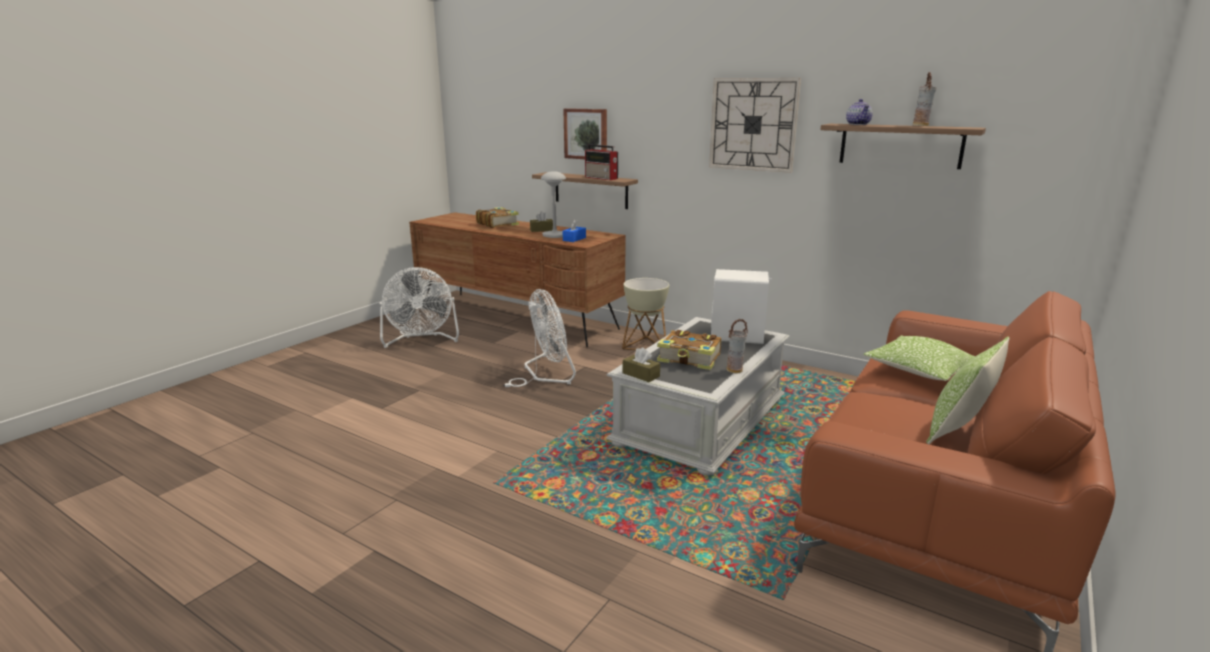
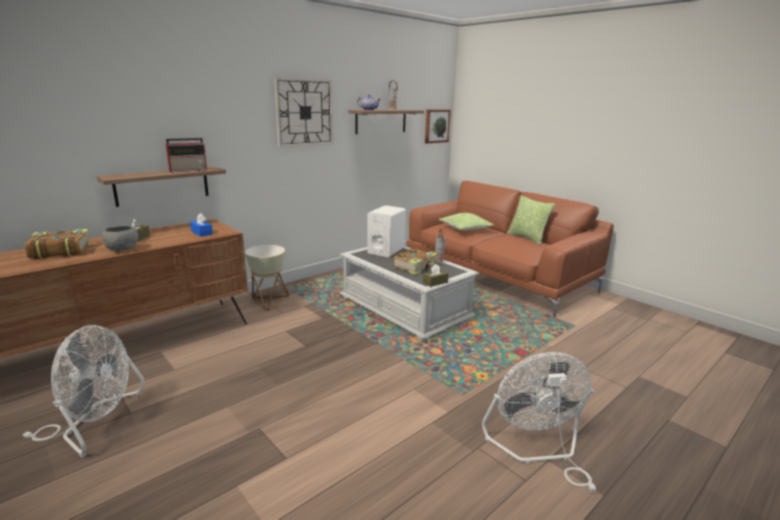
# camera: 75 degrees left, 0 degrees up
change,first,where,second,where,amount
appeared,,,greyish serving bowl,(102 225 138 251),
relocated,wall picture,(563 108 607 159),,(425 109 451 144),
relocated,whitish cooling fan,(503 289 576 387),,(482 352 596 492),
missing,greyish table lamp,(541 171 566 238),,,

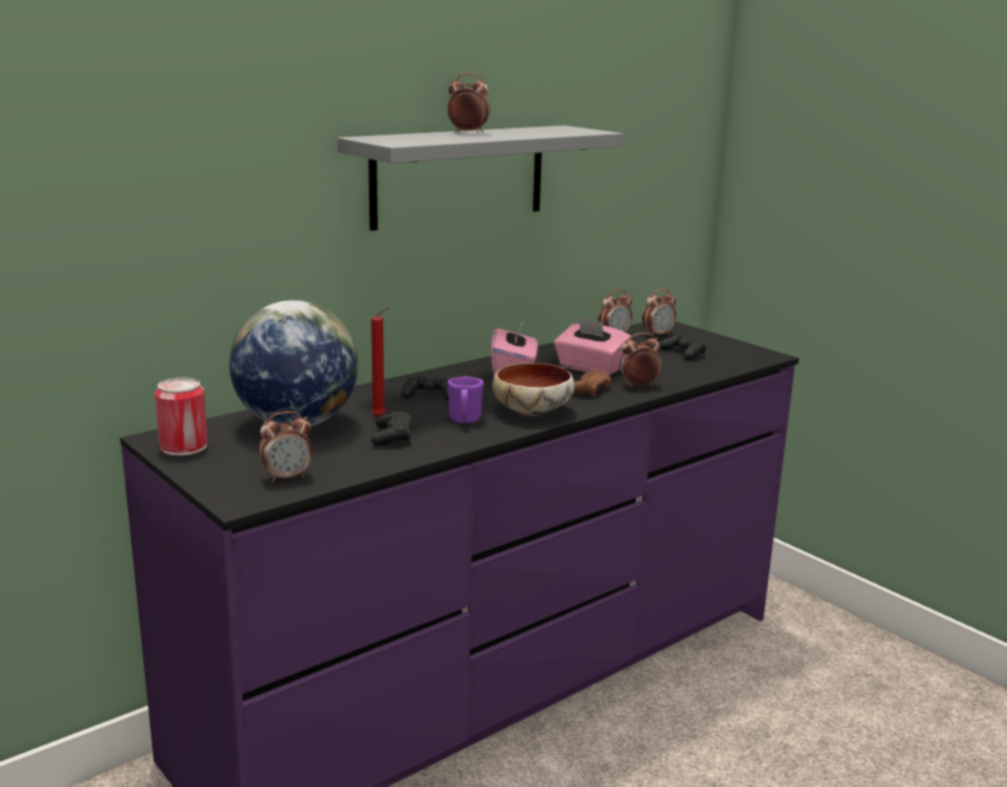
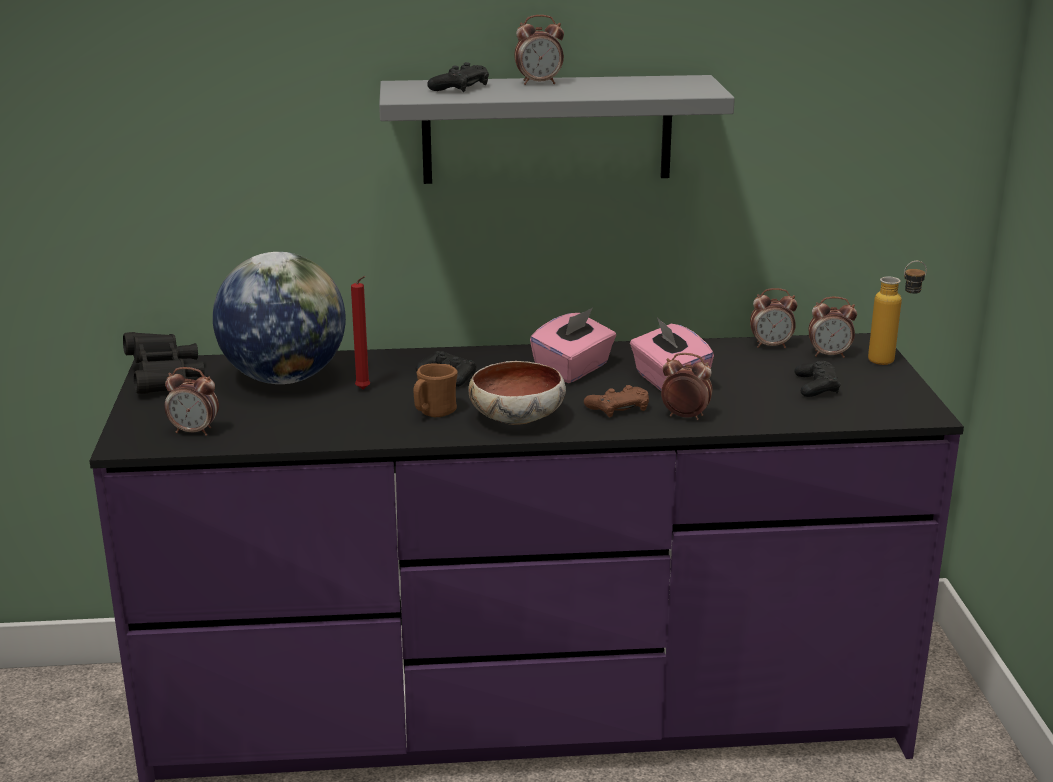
# camera: 35 degrees right, 5 degrees up
change,first,where,second,where,amount
exchanged,sealed can,(154 378 208 456),black-coloured pair of binoculars,(123 332 205 394),
colour,purple-coloured mug,(447 376 484 423),brown mug,(414 364 458 417),
relocated,black-coloured joypad,(371 412 413 446),,(427 62 489 92),
spun,alarm clock,(448 73 490 133),,(514 15 564 85),120 degrees clockwise
appeared,,,drink bottle,(868 261 927 365),

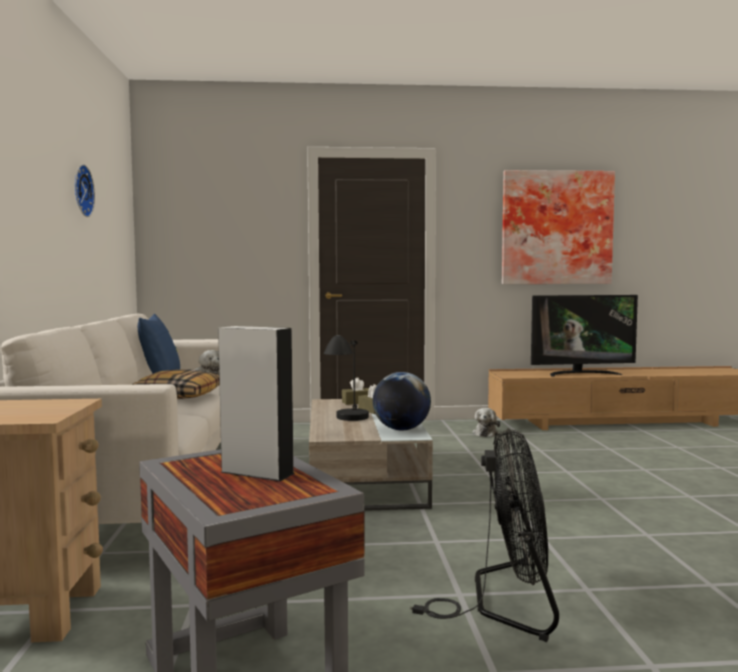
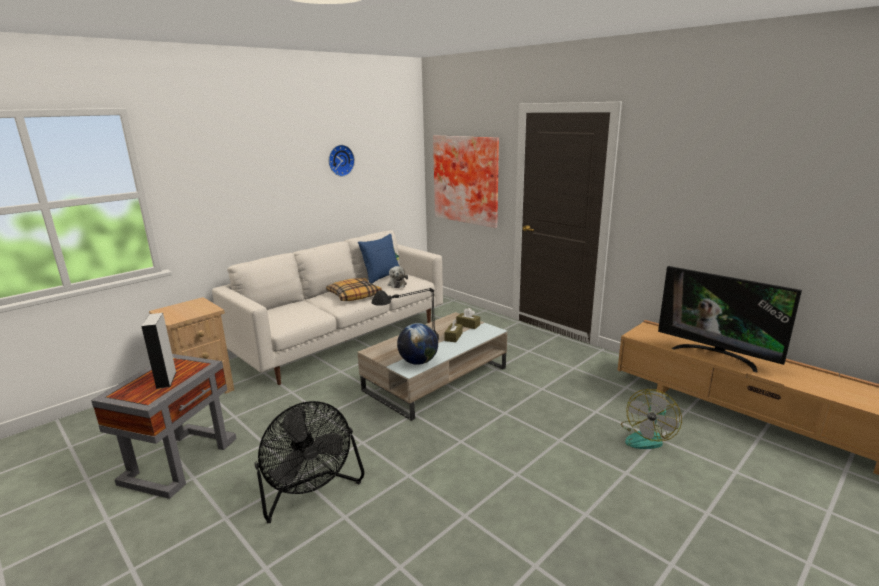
# camera: 50 degrees right, 15 degrees up
change,first,where,second,where,amount
relocated,wall picture,(502 170 615 284),,(433 135 499 228),
appeared,,,cooling fan,(621 389 682 449),
missing,plush toy,(472 408 500 437),,,

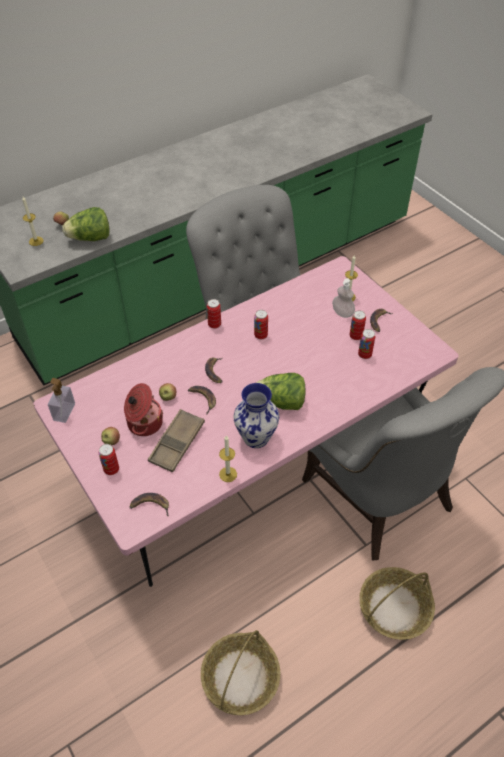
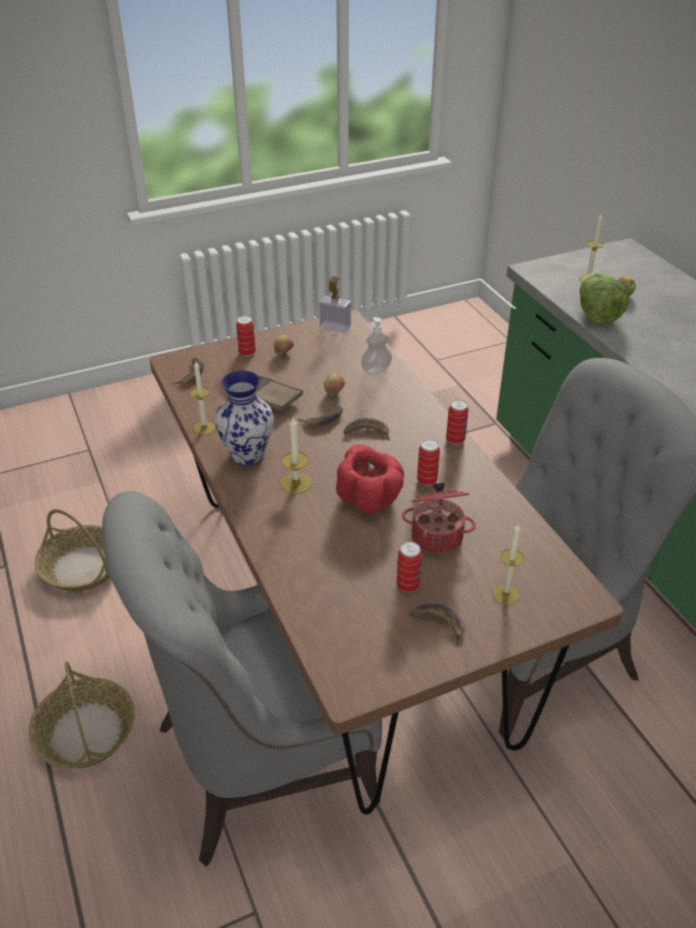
# camera: 100 degrees right, 10 degrees down
change,first,where,second,where,amount
colour,pinkish kitchen table,(33 256 458 587),brown kitchen table,(150 310 623 815),
exchanged,head of lettuce,(256 373 306 410),wax light,(281 418 312 494),
appeared,,,red serving bowl,(336 444 404 514),
relocated,soap bottle,(332 278 355 318),,(361 317 392 375),
relocated,cooking pot,(124 383 163 436),,(402 483 476 554),
missing,sealed can,(358 329 375 359),,,

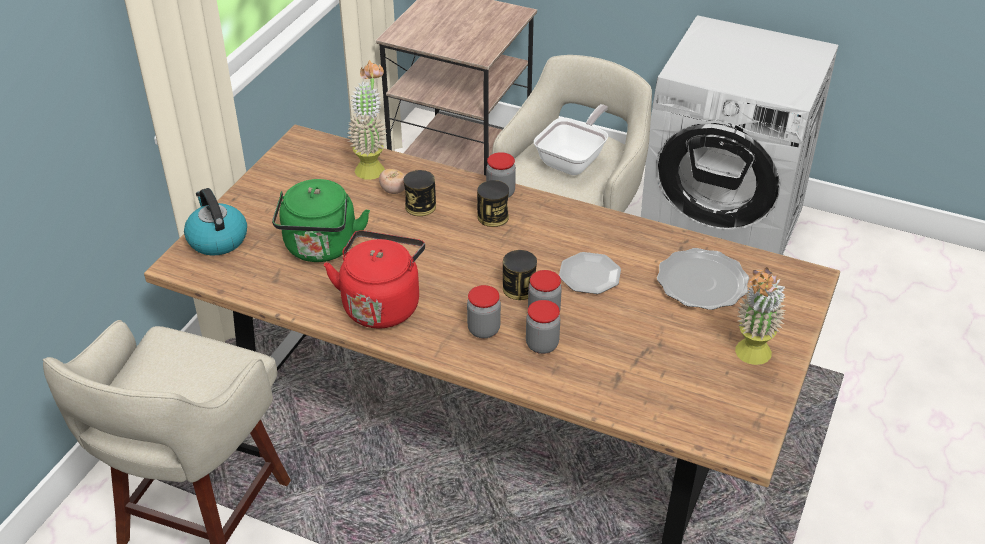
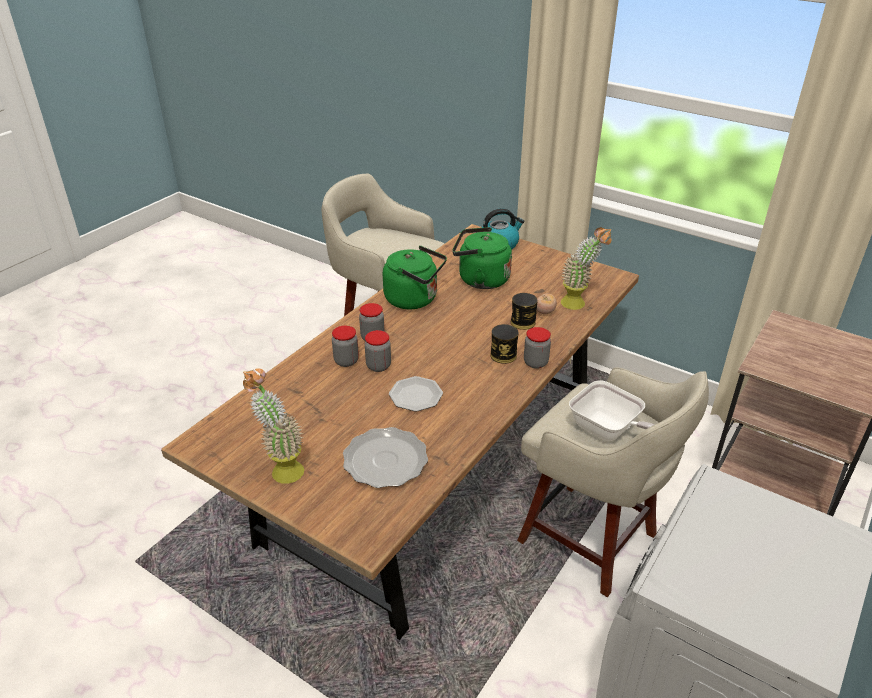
# camera: 100 degrees right, 5 degrees down
change,first,where,second,where,amount
colour,red kettle,(324 230 425 328),green kettle,(383 246 447 309),
missing,sealed can,(503 250 537 300),,,

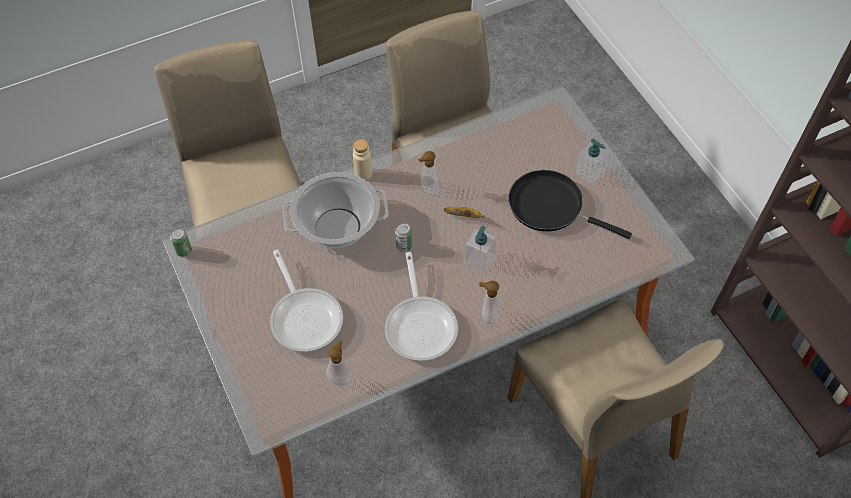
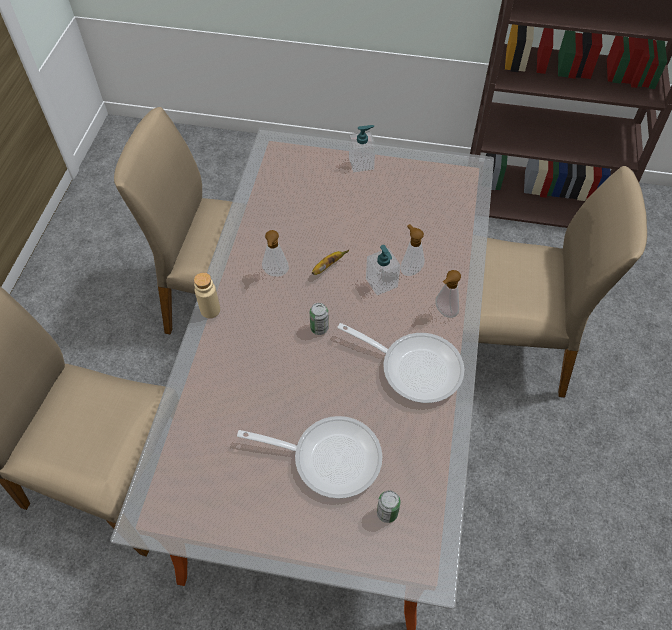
# camera: 55 degrees left, 0 degrees up
change,first,where,second,where,amount
relocated,sealed can,(170 228 192 257),,(377 491 401 523),
relocated,soap bottle,(326 340 353 386),,(400 224 425 276),
missing,cooking pot,(283 172 389 248),,,
missing,black-coloured pan,(508 170 632 239),,,

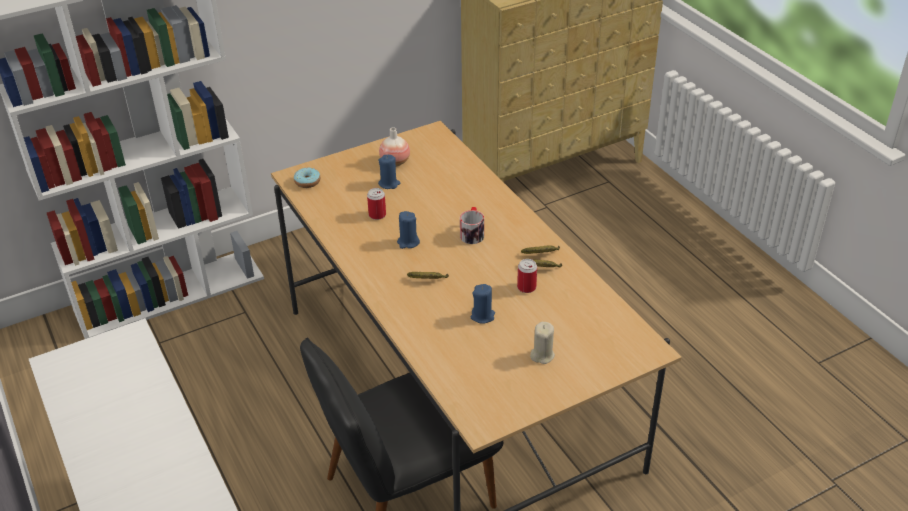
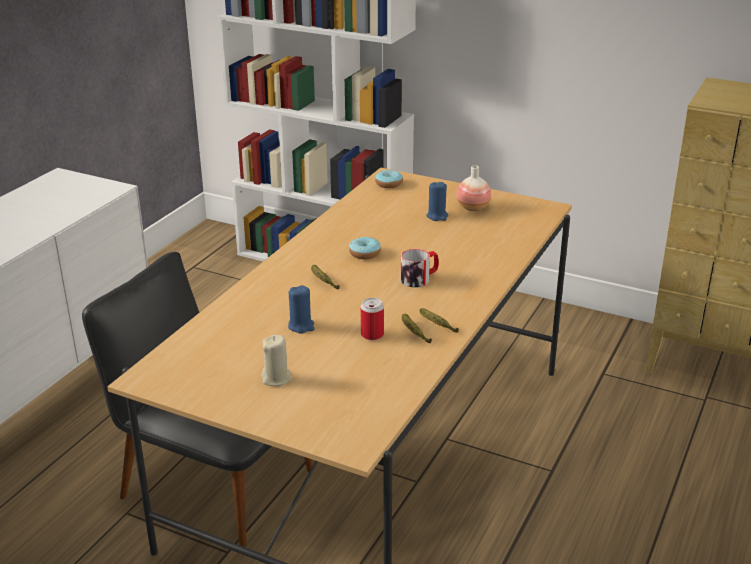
# camera: 55 degrees right, 10 degrees down
change,first,where,second,where,amount
exchanged,bluish wax light,(397 211 420 249),donut,(349 237 381 260),
missing,sealed can,(367 188 386 220),,,

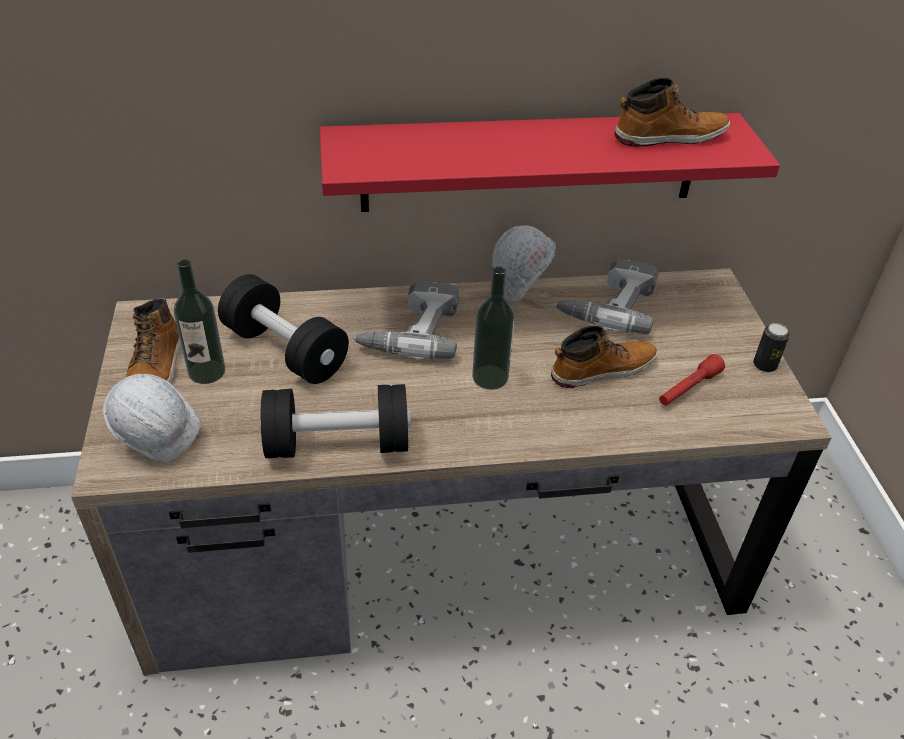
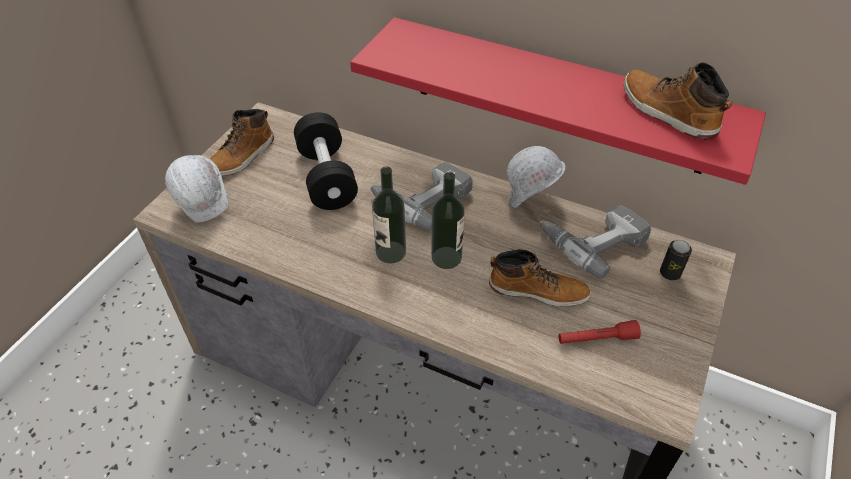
# camera: 35 degrees right, 5 degrees up
change,first,where,second,where,amount
relocated,drink bottle,(174 259 225 384),,(372 167 406 263),
spun,boot,(614 78 730 147),,(624 62 732 140),150 degrees counterclockwise
relocated,sealed can,(753 323 790 372),,(660 240 692 281),
missing,black-coloured hand weight,(260 384 410 458),,,

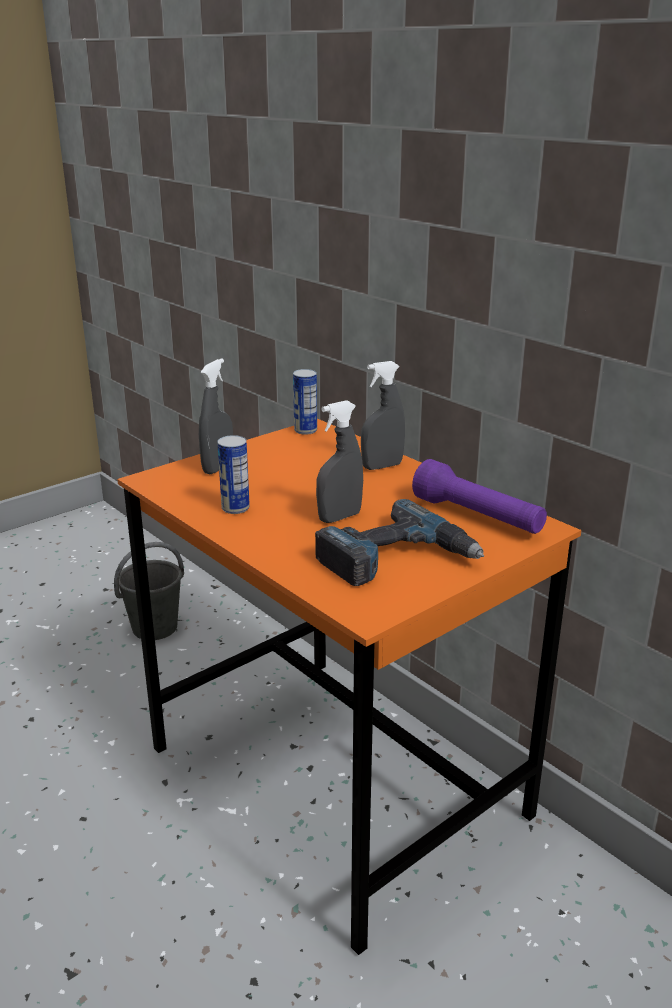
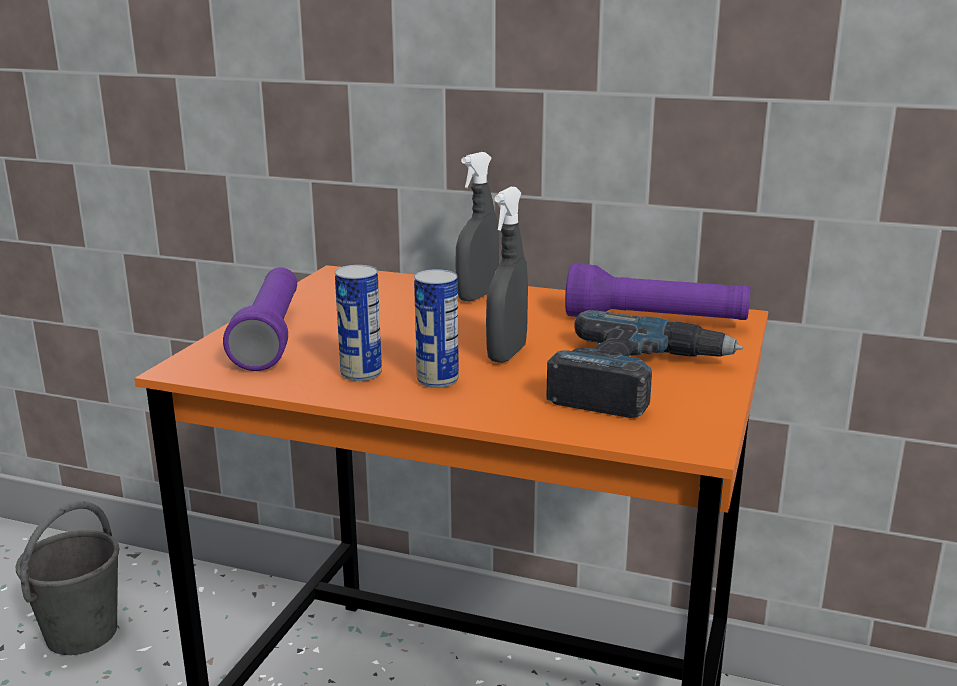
# camera: 30 degrees left, 5 degrees down
change,first,where,second,where,amount
exchanged,greyish hand sprayer,(199 358 233 474),purple-coloured torch,(223 267 297 371),
relocated,sealed can,(293 369 317 435),,(414 269 459 388),

